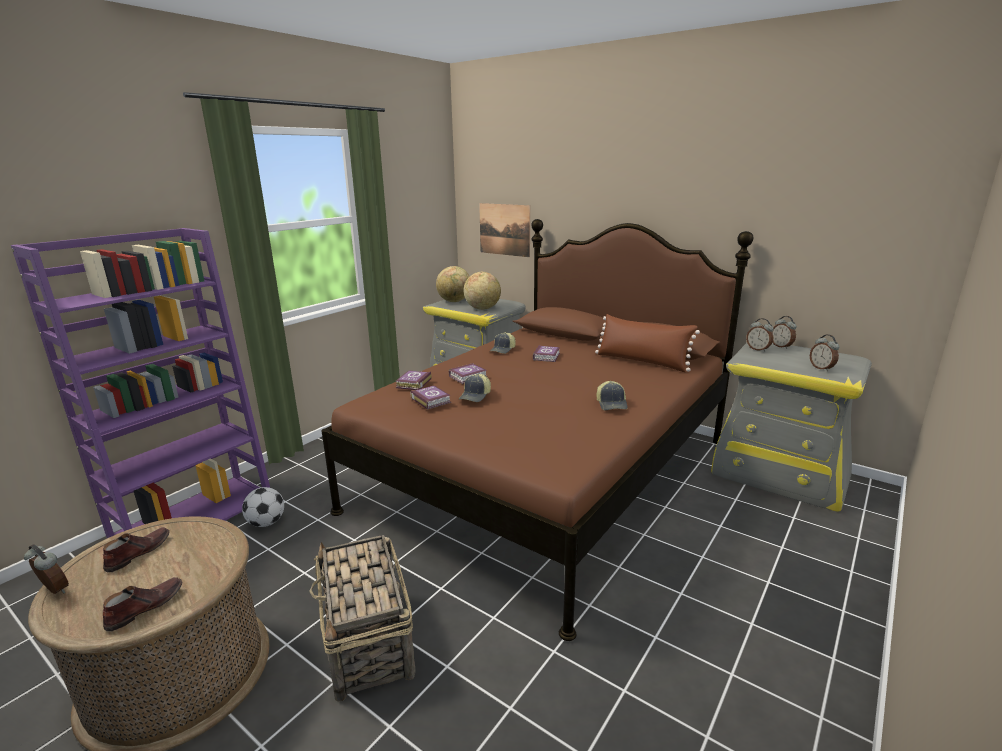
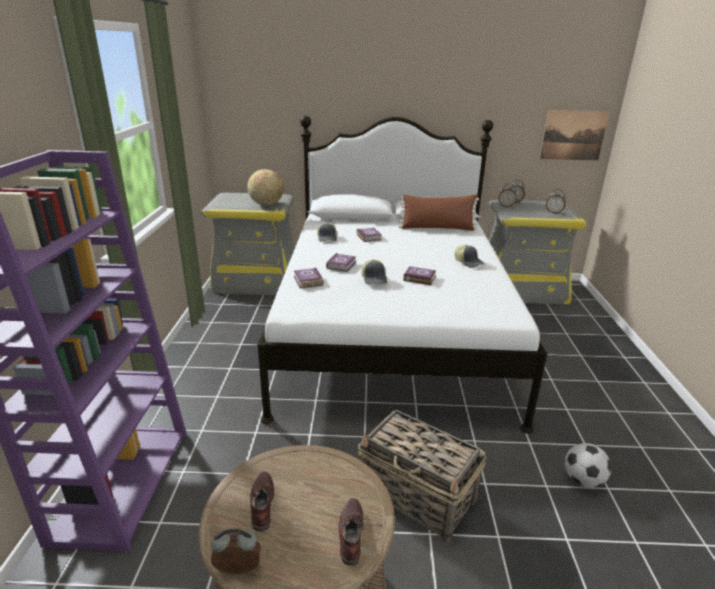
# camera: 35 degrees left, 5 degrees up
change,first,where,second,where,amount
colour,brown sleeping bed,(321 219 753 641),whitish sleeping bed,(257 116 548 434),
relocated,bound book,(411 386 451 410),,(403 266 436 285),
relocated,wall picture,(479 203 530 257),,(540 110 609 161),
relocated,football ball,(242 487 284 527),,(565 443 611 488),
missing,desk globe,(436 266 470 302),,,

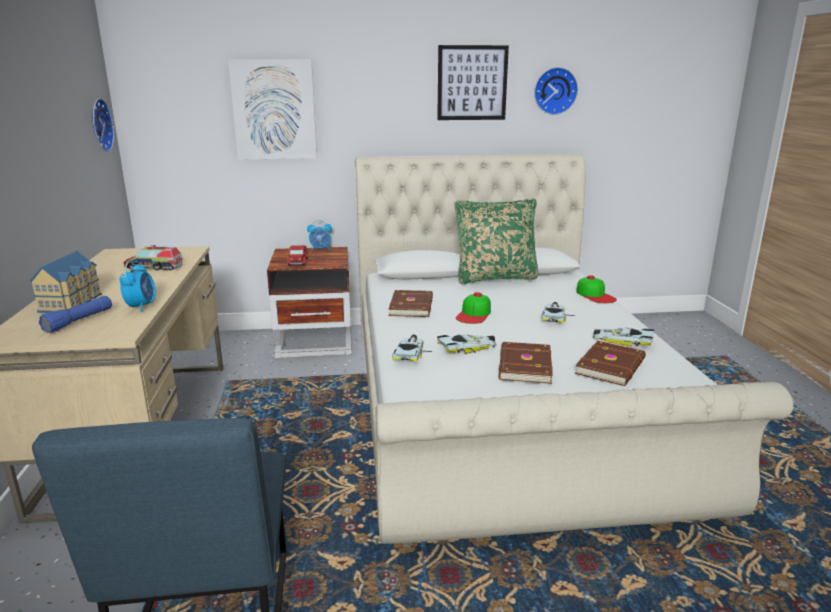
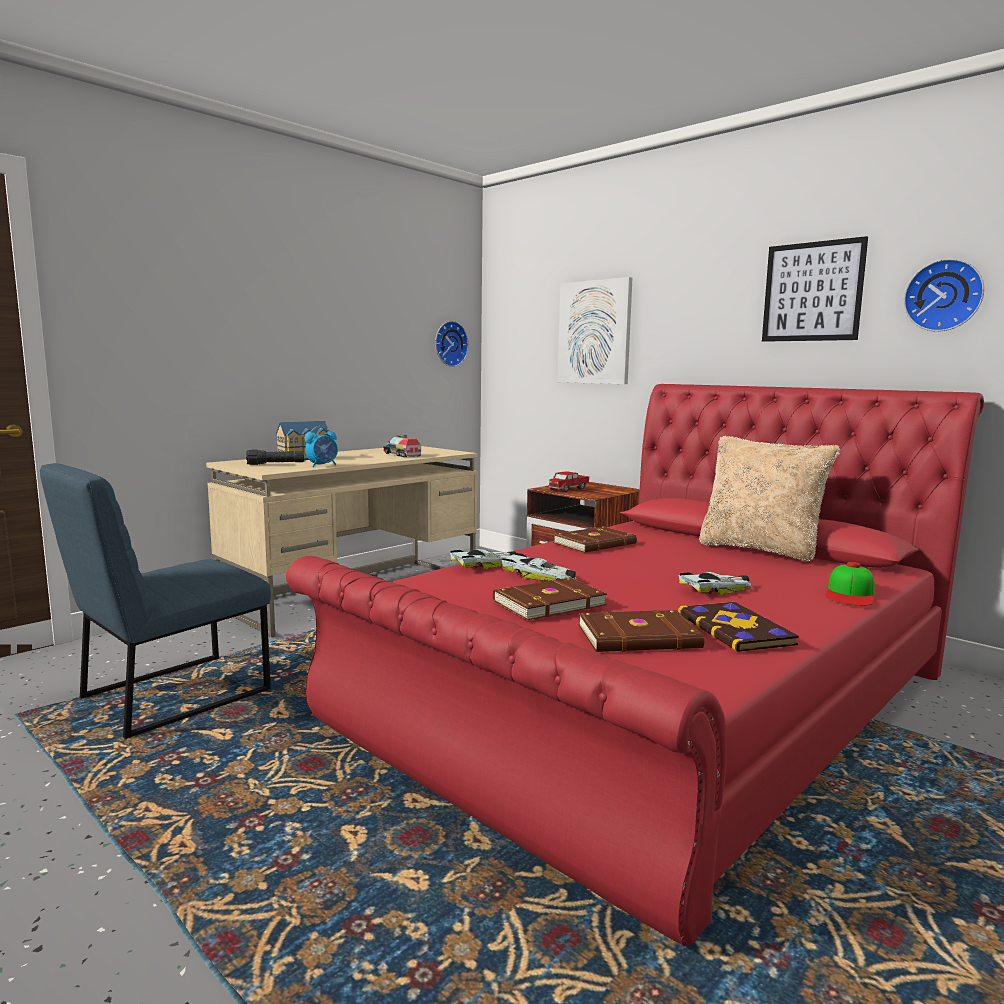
# camera: 50 degrees right, 10 degrees down
change,first,where,second,where,amount
colour,bluish torch,(39 296 112 333),black-coloured torch,(246 450 304 465),
colour,beige sleeping bed,(355 154 794 544),red sleeping bed,(286 384 984 947),
exchanged,toy car,(593 328 655 347),bound book,(678 602 799 652),
colour,green throw pillow,(454 198 538 285),beige throw pillow,(699 435 840 561),
missing,alarm clock,(307 220 332 251),,,
missing,peaked cap,(456 292 491 324),,,

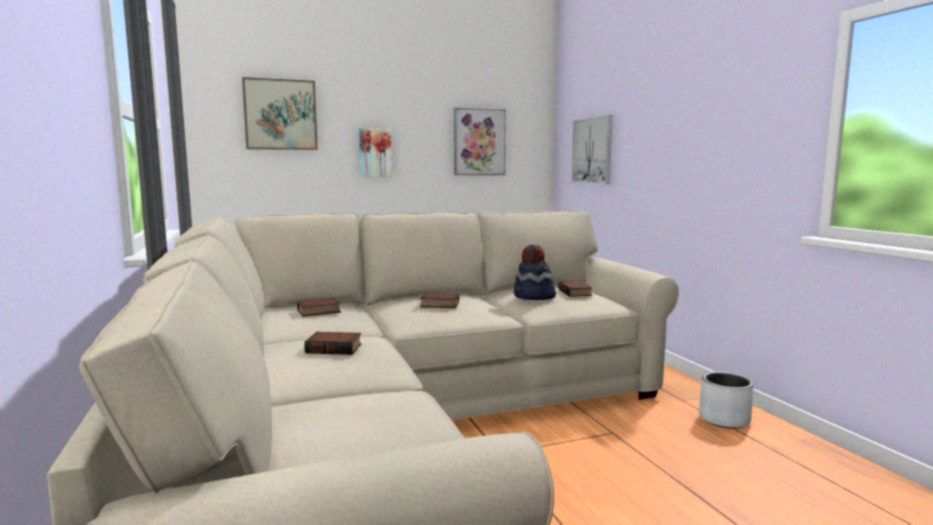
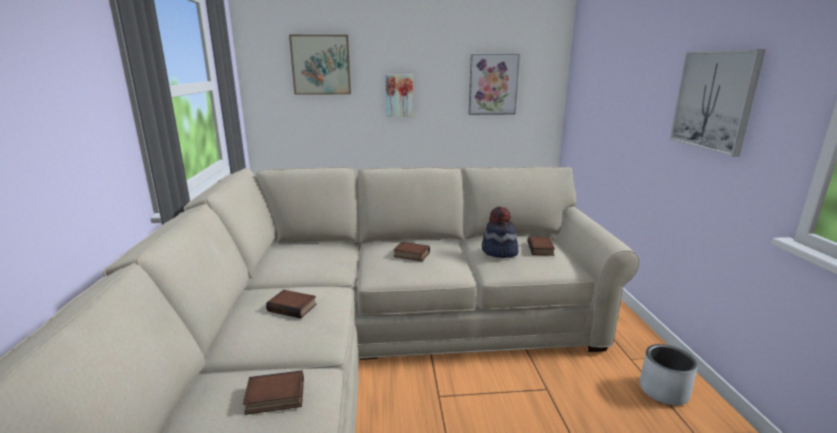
# camera: 15 degrees right, 10 degrees up
change,first,where,second,where,amount
relocated,bound book,(297 298 341 317),,(243 370 304 415),
relocated,wall picture,(571 115 613 184),,(670 49 766 157),

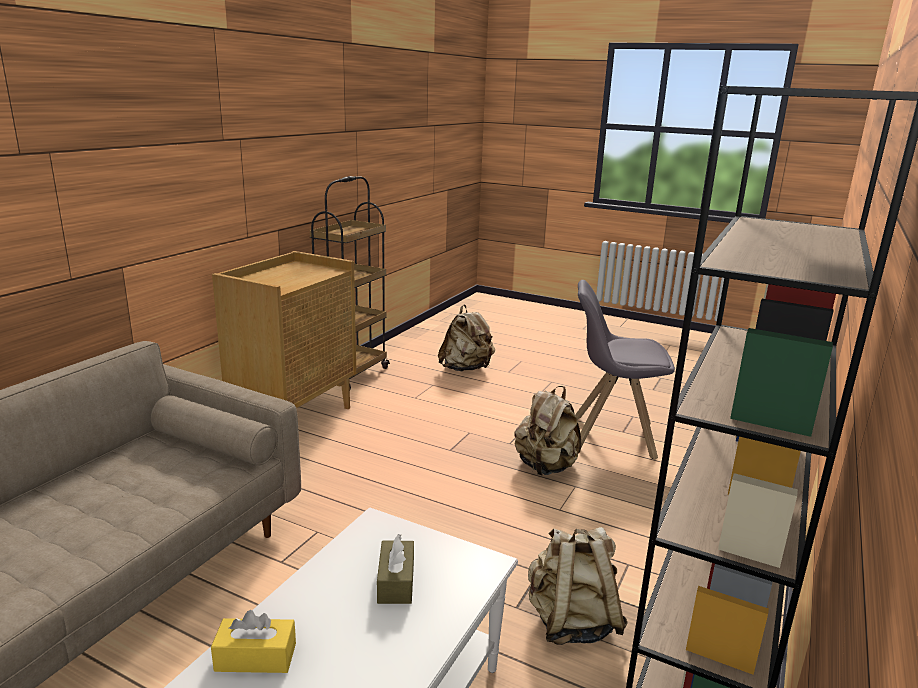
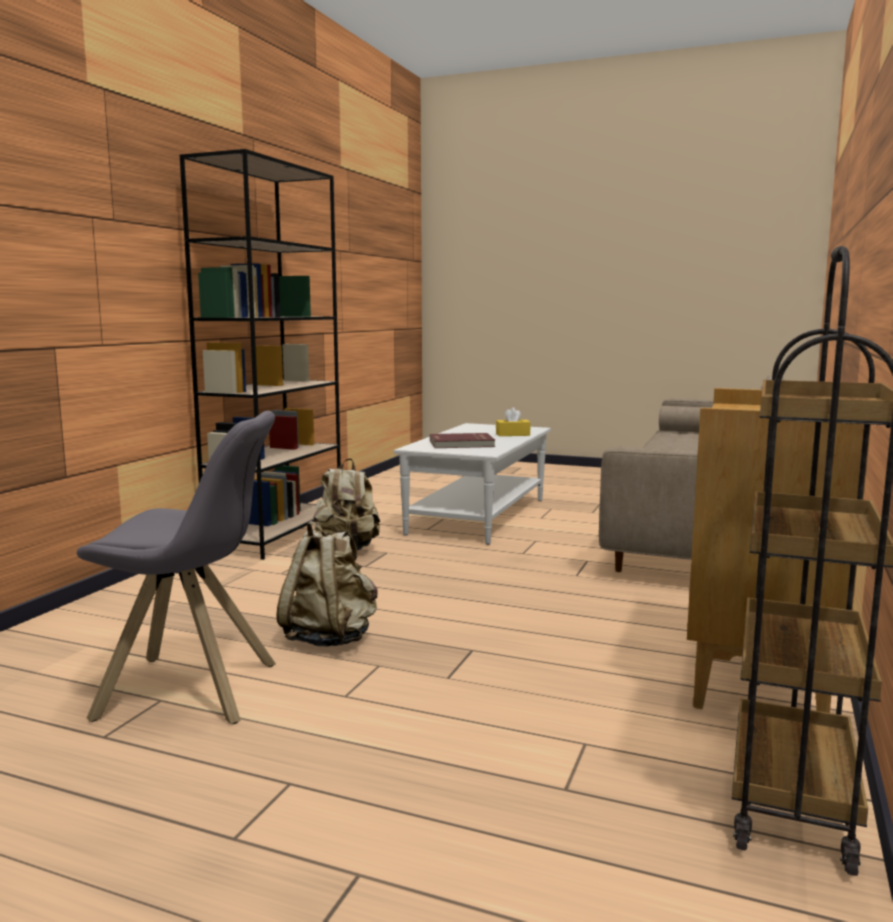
# camera: 175 degrees right, 10 degrees down
change,first,where,second,where,amount
exchanged,brown tissue holder,(377 534 414 604),red bound book,(430 433 495 448),
missing,beige knapsack,(438 305 495 371),,,

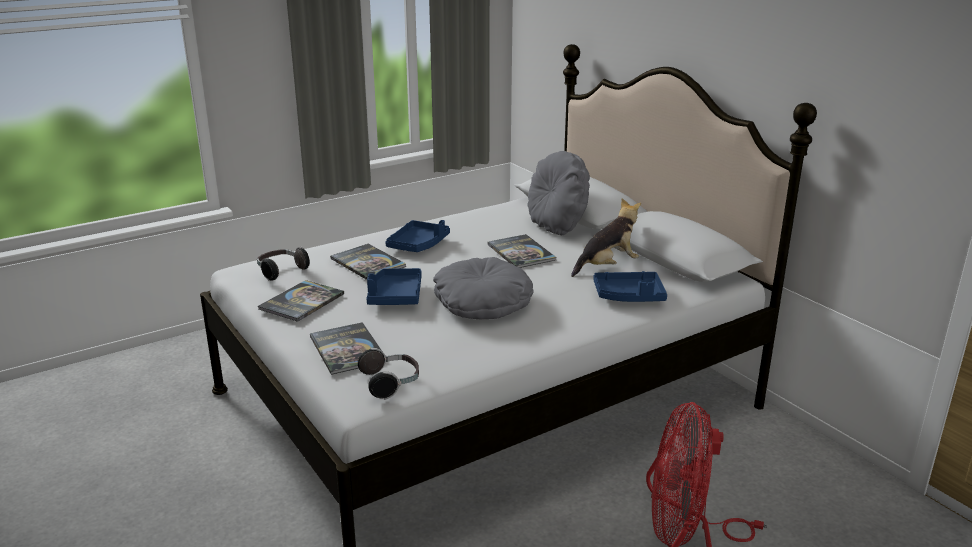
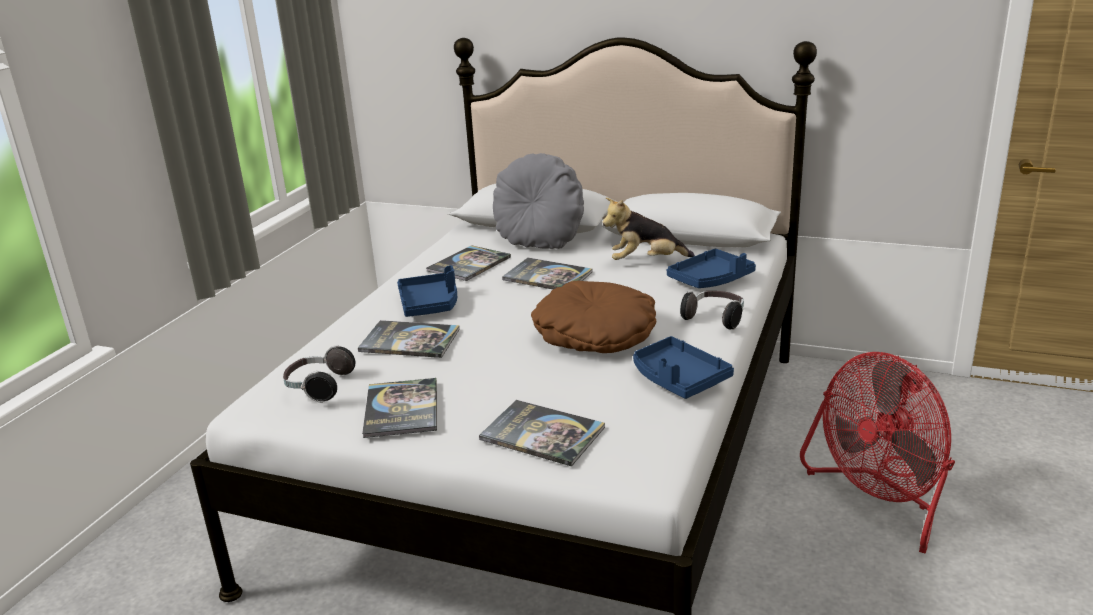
# camera: 35 degrees left, 0 degrees up
change,first,where,second,where,amount
appeared,,,bound book,(427 245 511 281),
colour,greyish throw pillow,(433 257 534 319),brown throw pillow,(531 281 656 353),
spun,plush toy,(571 198 641 277),,(602 198 695 260),120 degrees counterclockwise
relocated,bluish carrying tray,(366 268 422 305),,(633 336 734 399),
relocated,headset,(358 348 419 399),,(680 291 744 330),

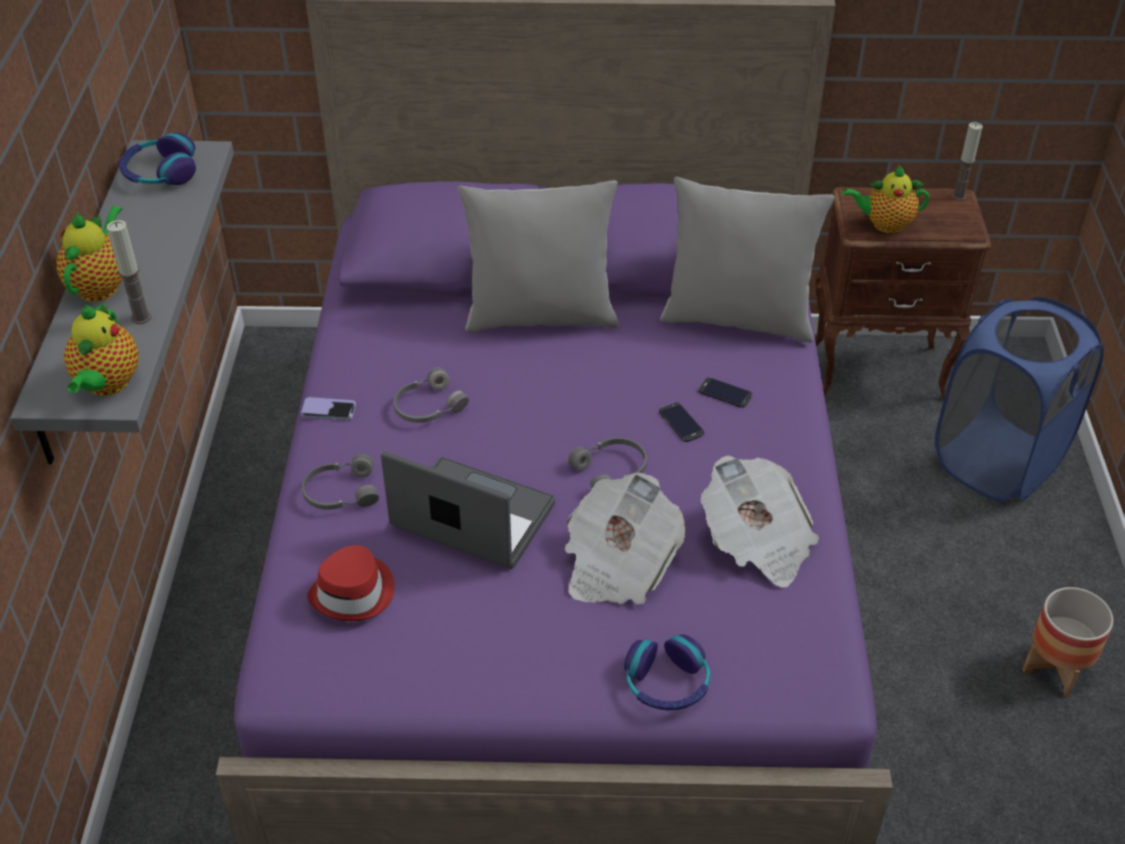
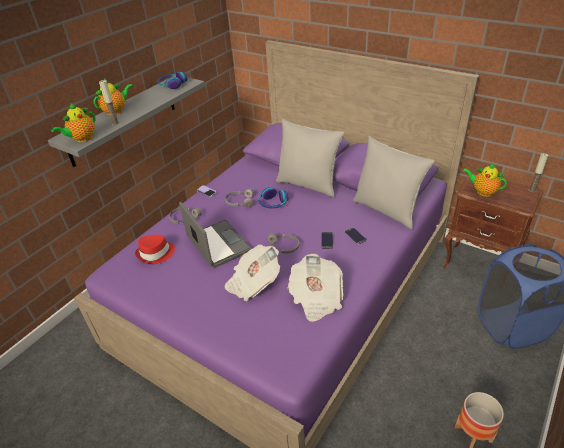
# camera: 35 degrees right, 5 degrees down
change,first,where,second,where,amount
relocated,headset,(624 635 710 710),,(258 187 288 208),

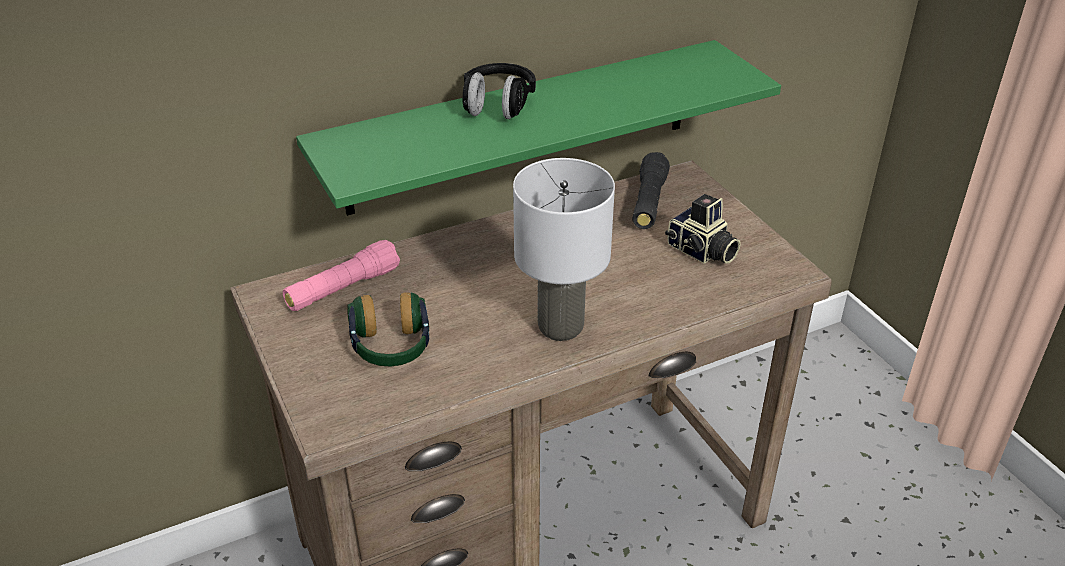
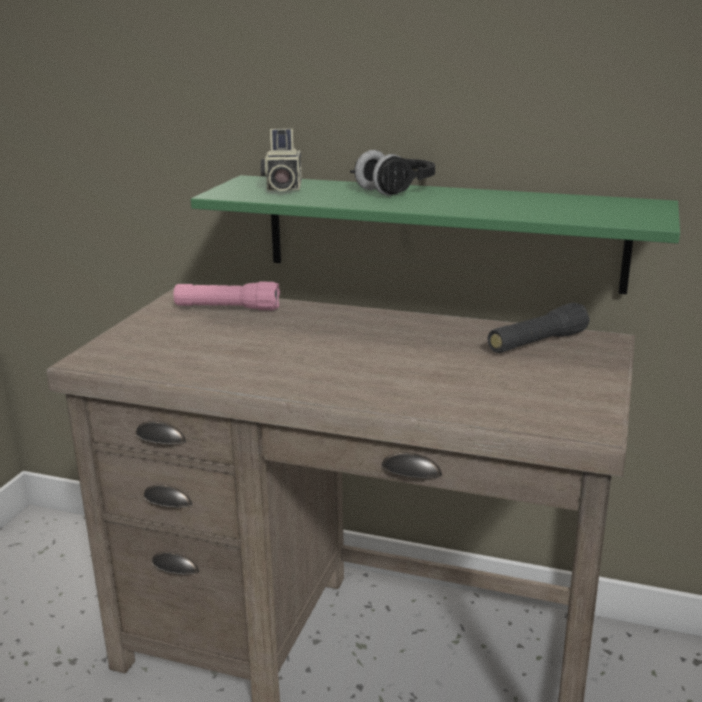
# camera: 45 degrees right, 15 degrees down
change,first,where,second,where,amount
relocated,photo camera,(665 194 740 264),,(261 129 302 191),
missing,headset,(347 292 429 367),,,
missing,whitish table lamp,(513 158 615 341),,,

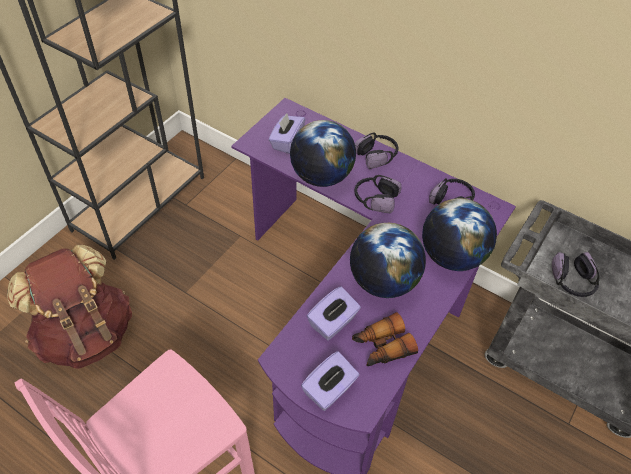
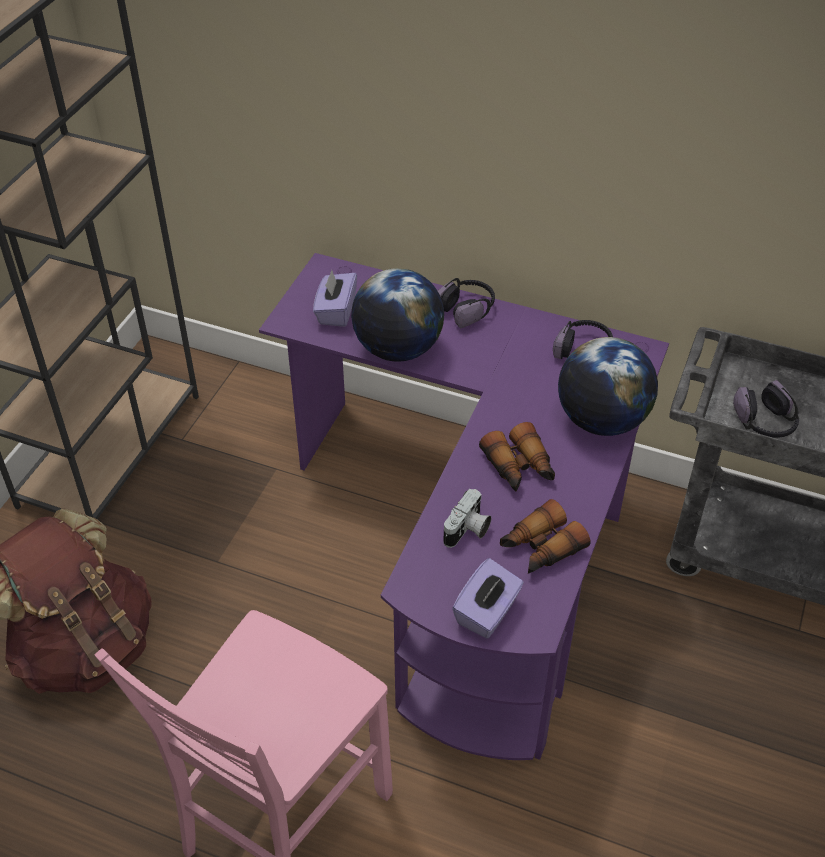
# camera: 10 degrees left, 5 degrees down
change,first,where,second,where,amount
exchanged,purple-coloured tissue holder,(307 286 361 341),photo camera,(443 488 491 548),
exchanged,desk globe,(350 223 426 298),pair of binoculars,(479 422 555 491),
missing,headset,(355 175 402 213),,,

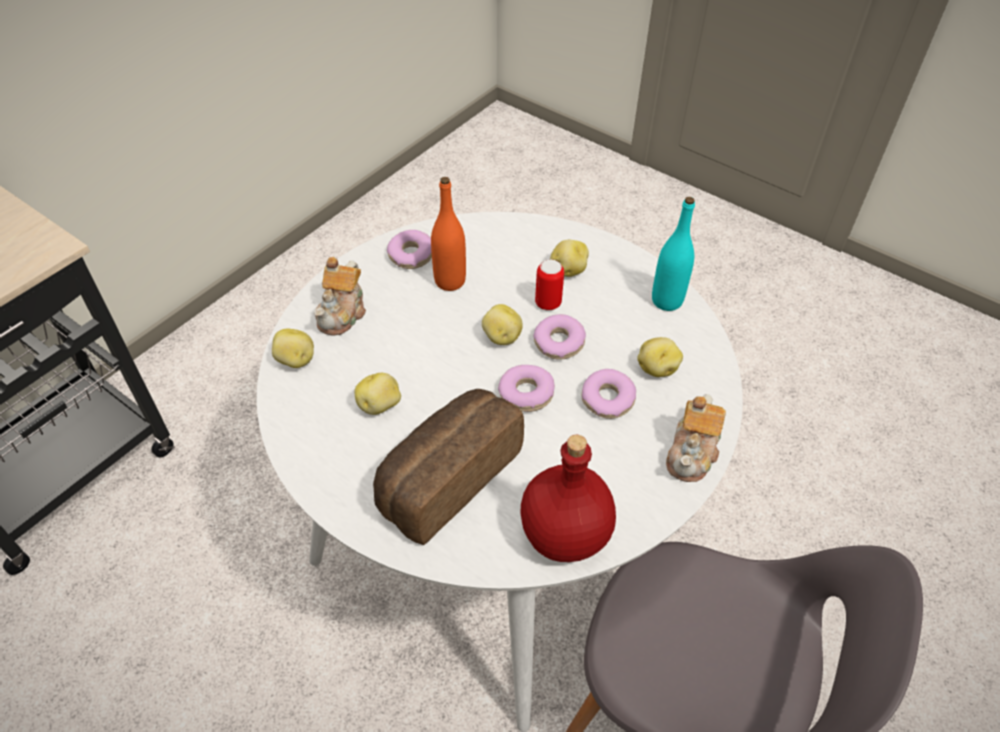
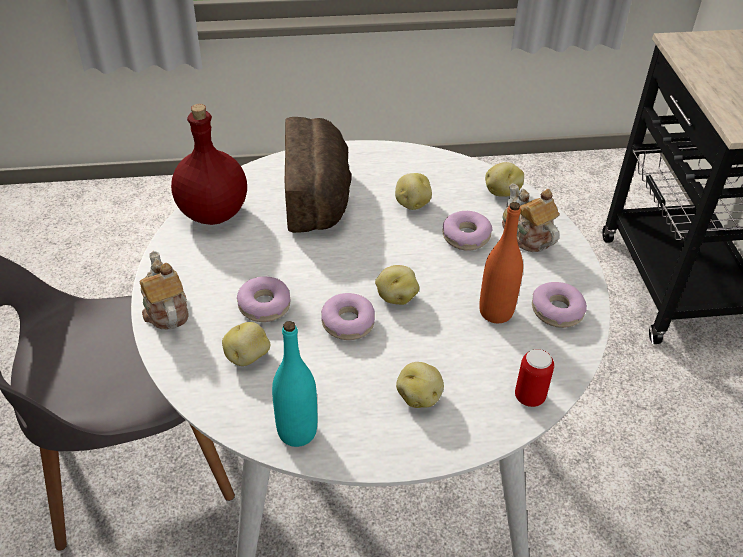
# camera: 135 degrees right, 5 degrees down
change,first,where,second,where,amount
relocated,donut,(498 365 555 412),,(442 211 492 251),
relocated,sealed can,(535 259 564 310),,(515 349 554 407),

